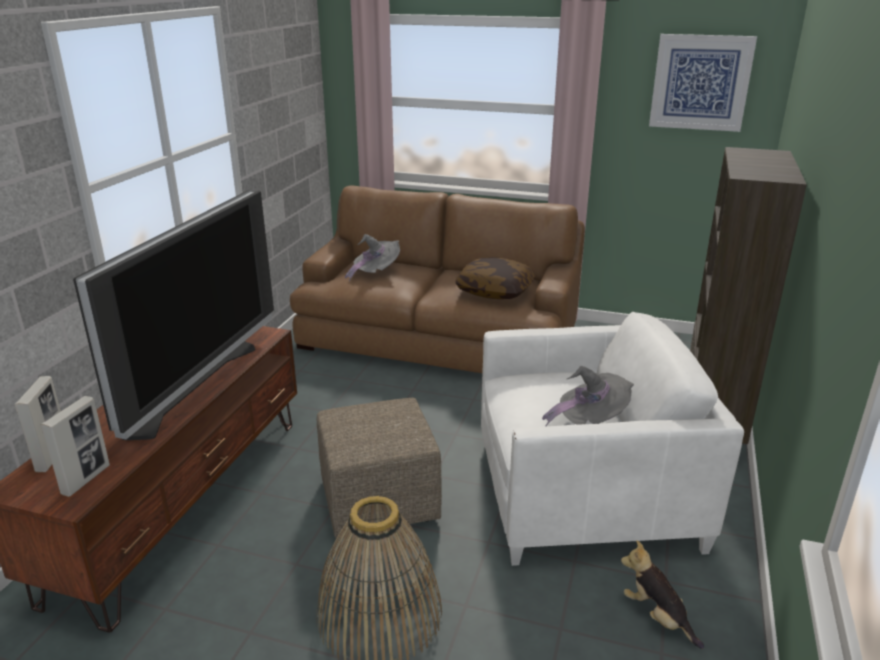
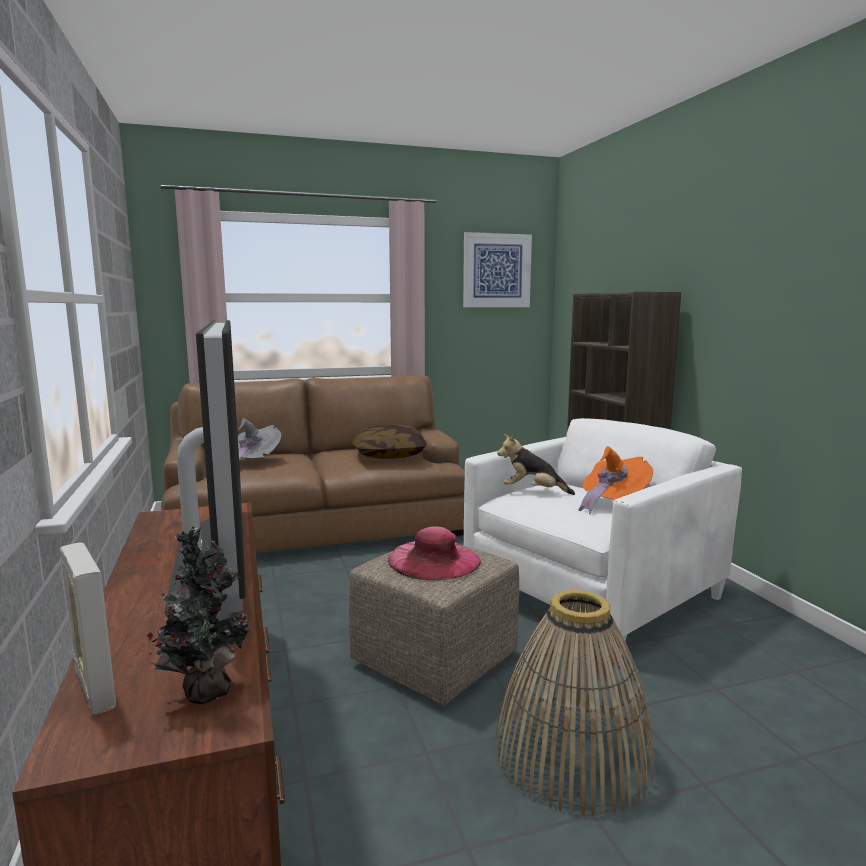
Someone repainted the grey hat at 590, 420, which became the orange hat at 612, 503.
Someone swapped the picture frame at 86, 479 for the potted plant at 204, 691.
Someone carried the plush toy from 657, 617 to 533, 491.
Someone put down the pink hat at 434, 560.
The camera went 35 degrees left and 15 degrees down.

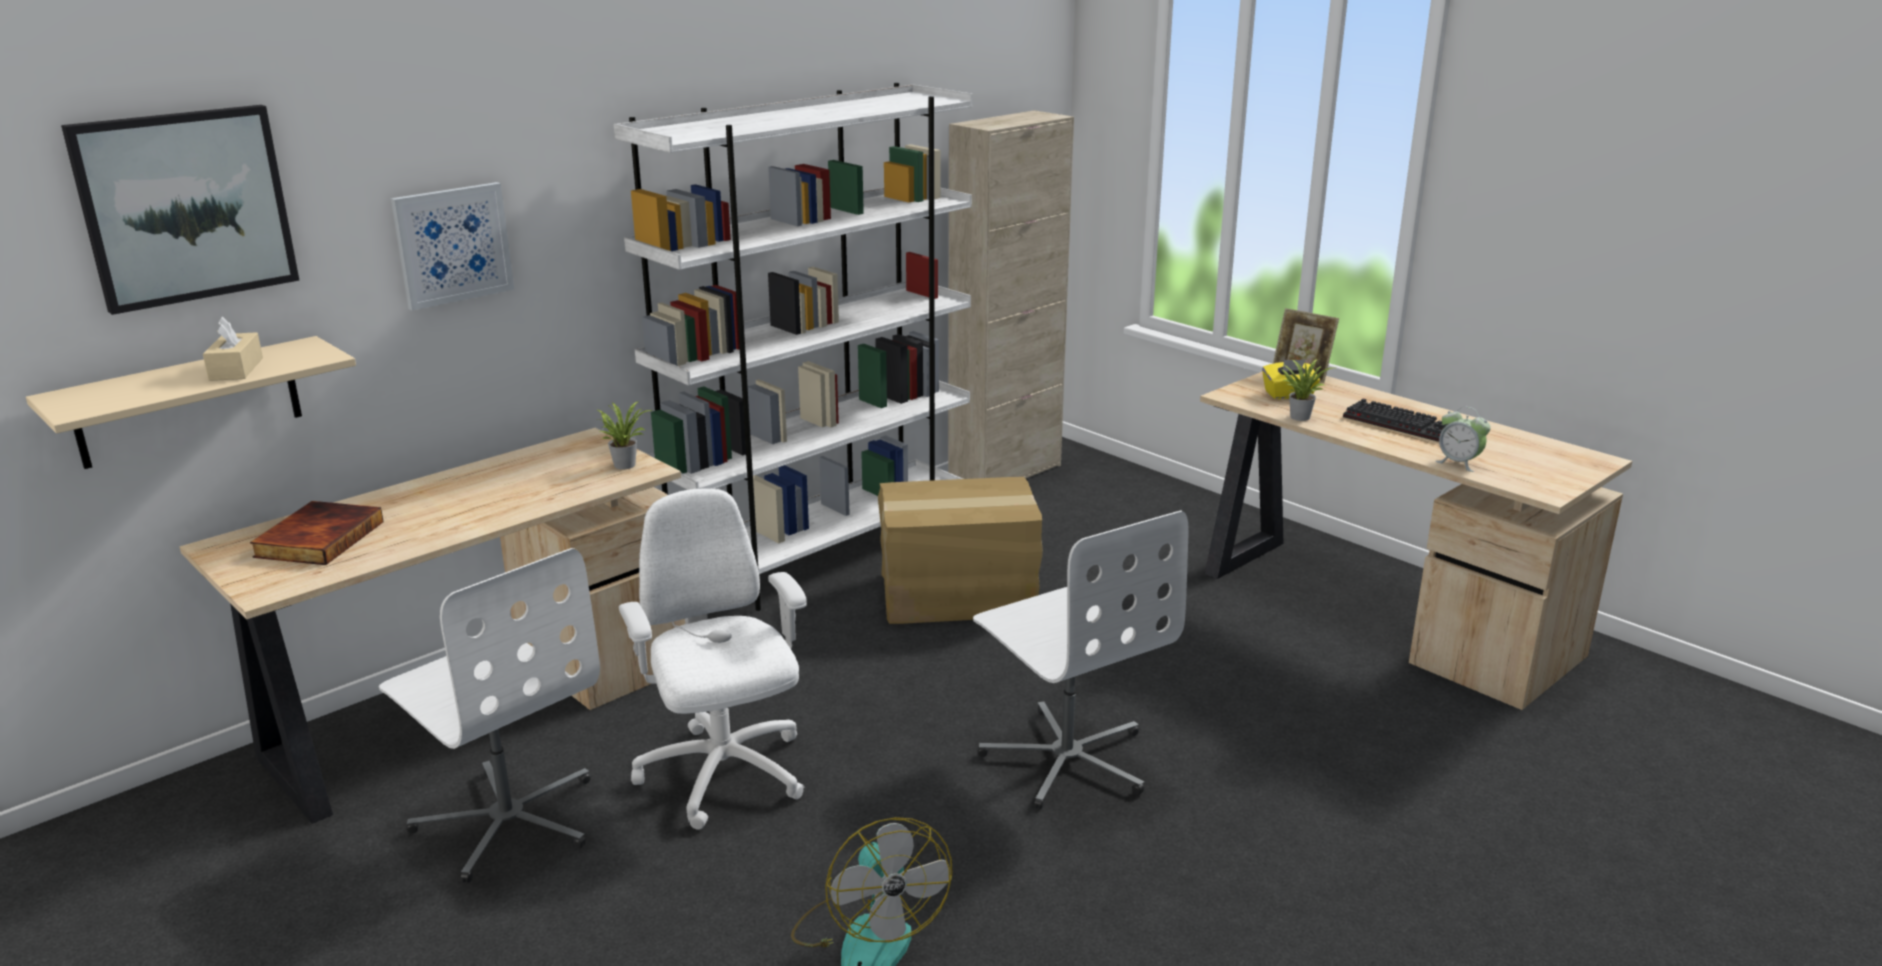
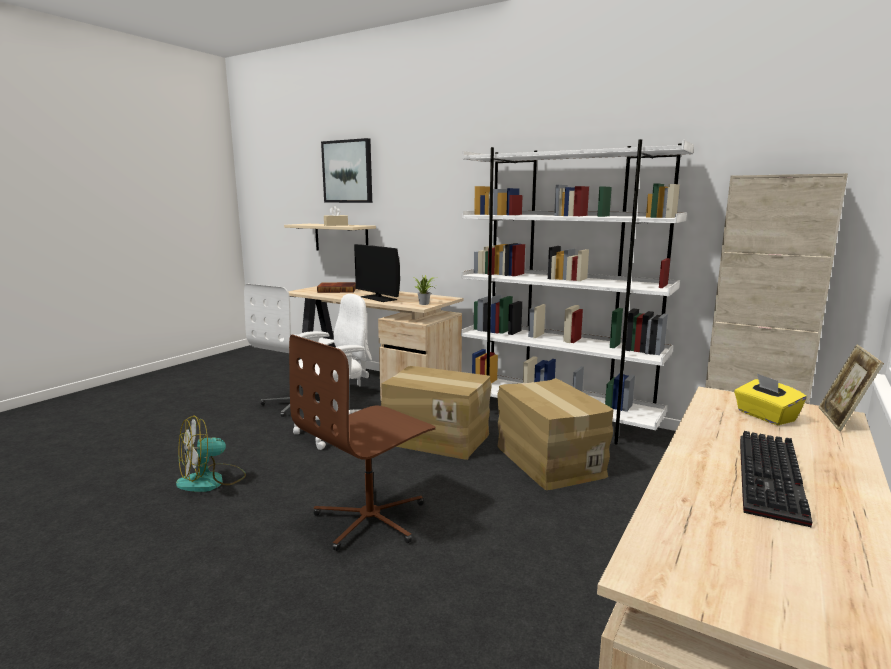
Someone took away the picture at 453, 244.
Someone took away the potted plant at 1299, 416.
Someone took away the alarm clock at 1458, 463.
Someone repainted the white office chair at 1067, 758, which became the brown office chair at 371, 519.
Someone put down the monitor at 378, 298.
Someone put down the cardboard box at 437, 438.
The camera went 75 degrees right and 10 degrees down.

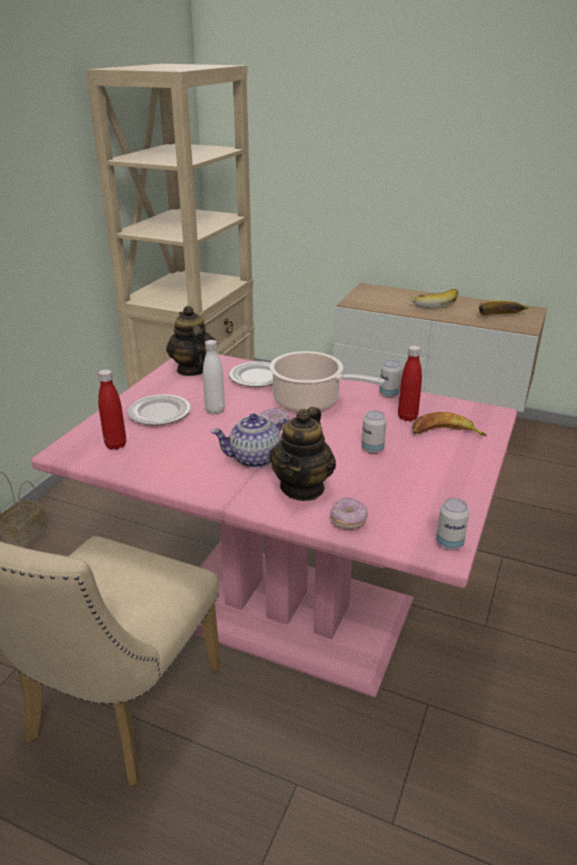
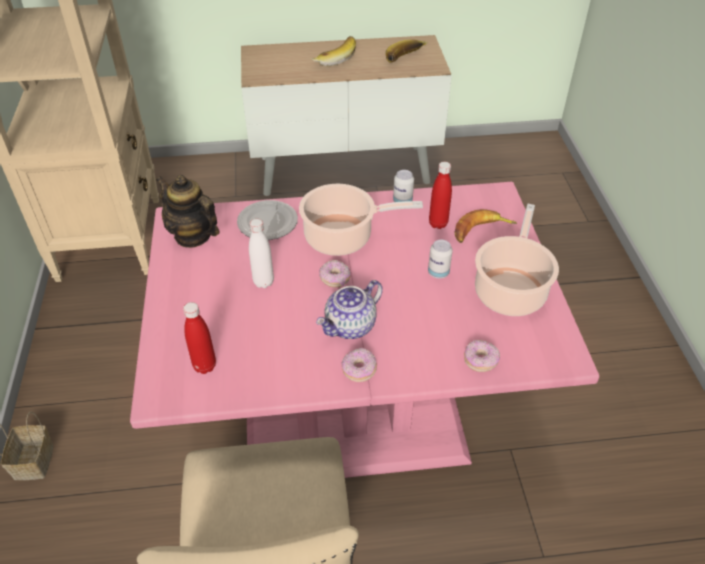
Someone took away the plate at 159, 413.
Someone took away the teapot at 303, 488.
Someone took away the can at 449, 543.
Someone put down the cooking pot at 510, 290.
Someone put down the donut at 359, 370.
The camera went 30 degrees left and 15 degrees up.

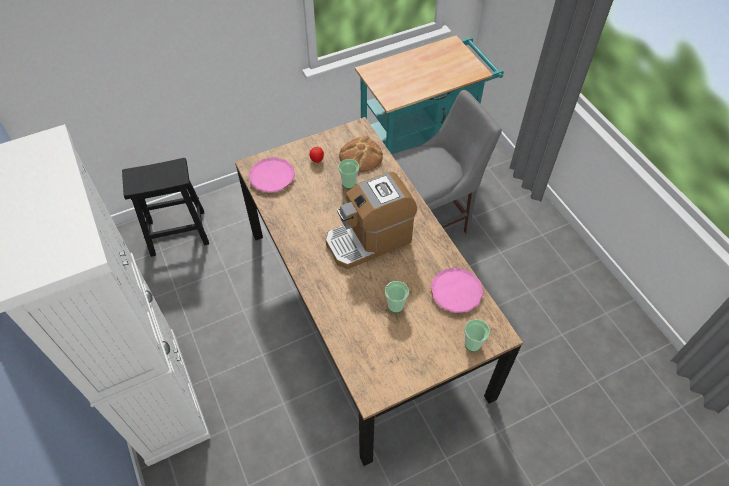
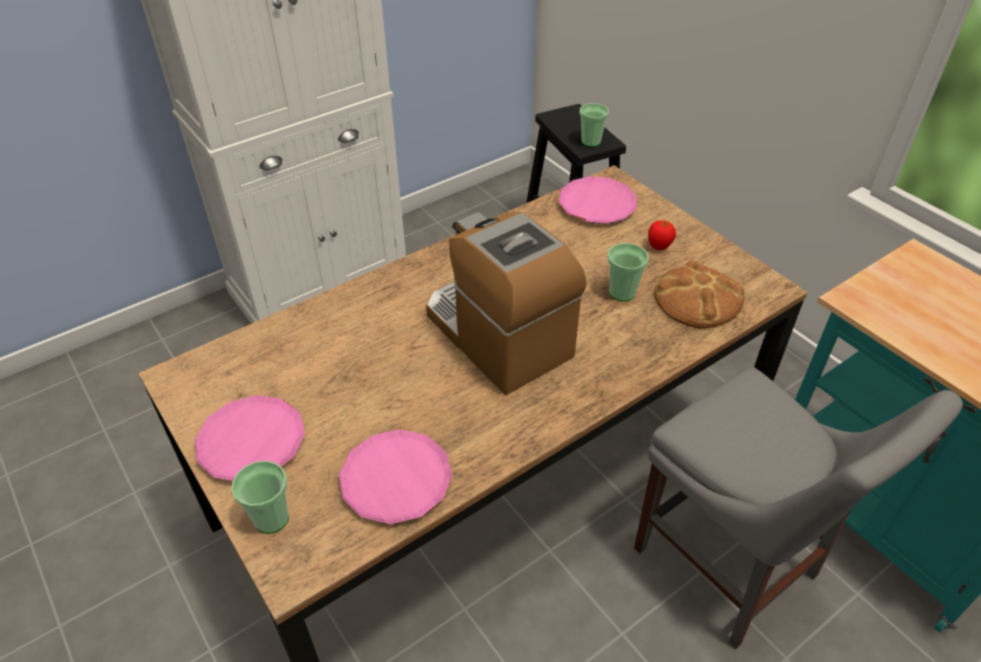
Someone carried the cup from 395, 306 to 591, 141.
Someone put down the pink plate at 252, 443.
The camera went 80 degrees right and 10 degrees down.

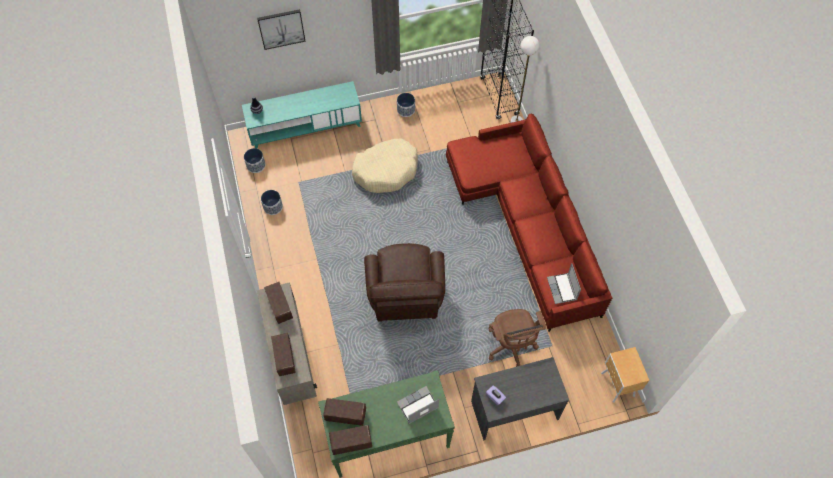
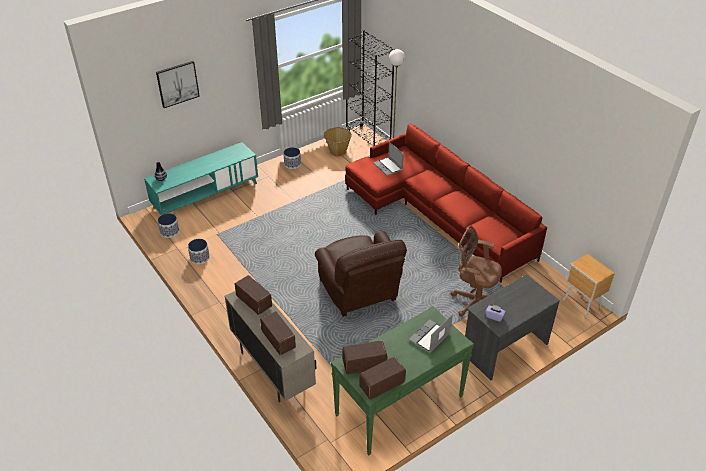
Someone took away the beige dog bed at 386, 170.
Someone carried the laptop from 562, 289 to 388, 167.
Someone rotated the brown office chair at 511, 346 by 150 degrees clockwise.
Someone put down the basket at 337, 151.
The camera went 20 degrees left and 20 degrees down.

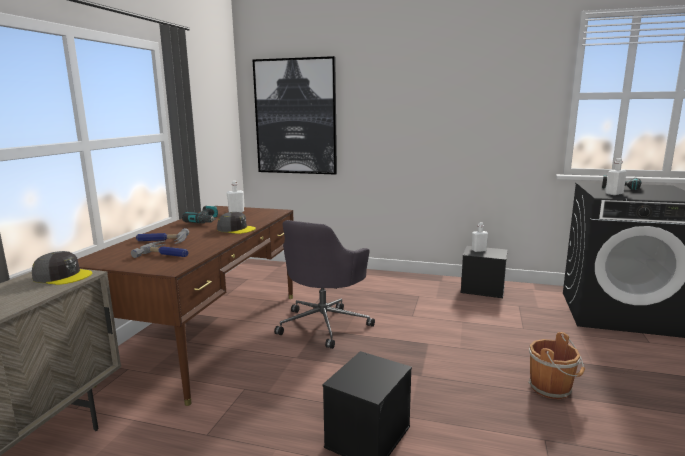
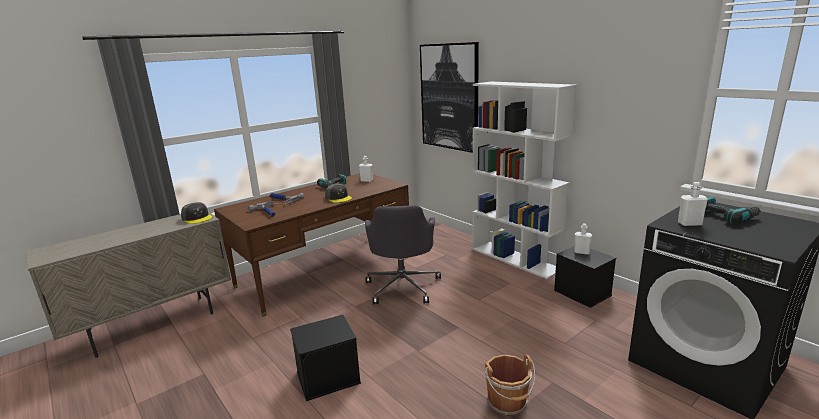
Someone rotated the grey office chair at 324, 324 by 60 degrees counterclockwise.
Someone put down the white bookcase at 515, 259.
The camera went 35 degrees right and 5 degrees up.

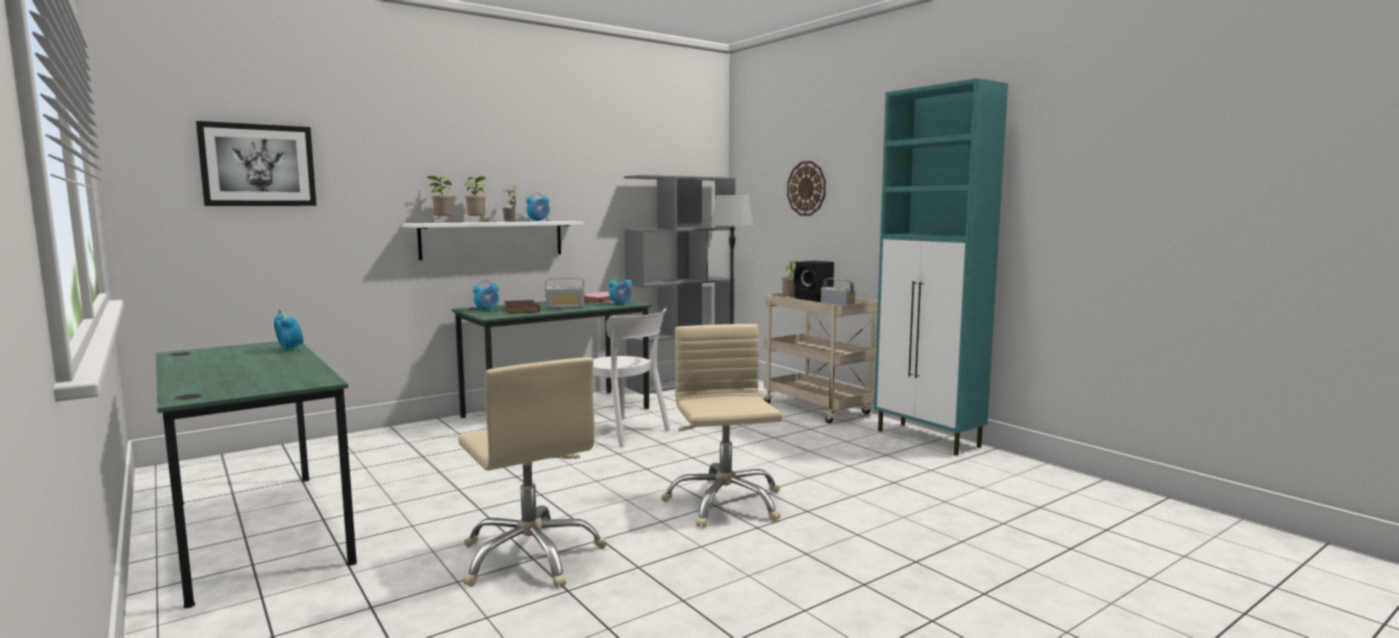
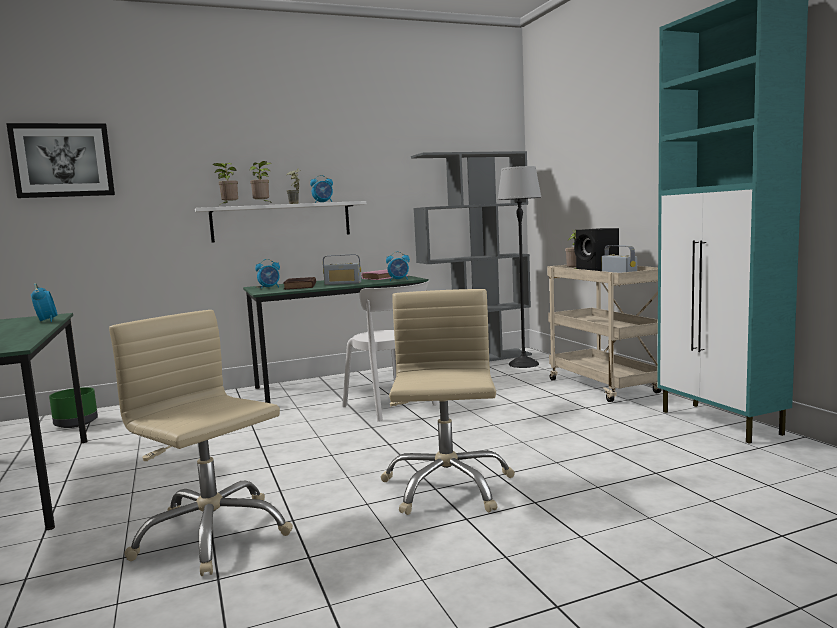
Someone took away the wall clock at 806, 188.
Someone rotated the beige office chair at 531, 556 by 150 degrees clockwise.
Someone put down the green planter at 76, 423.
The camera went 15 degrees right and 0 degrees up.

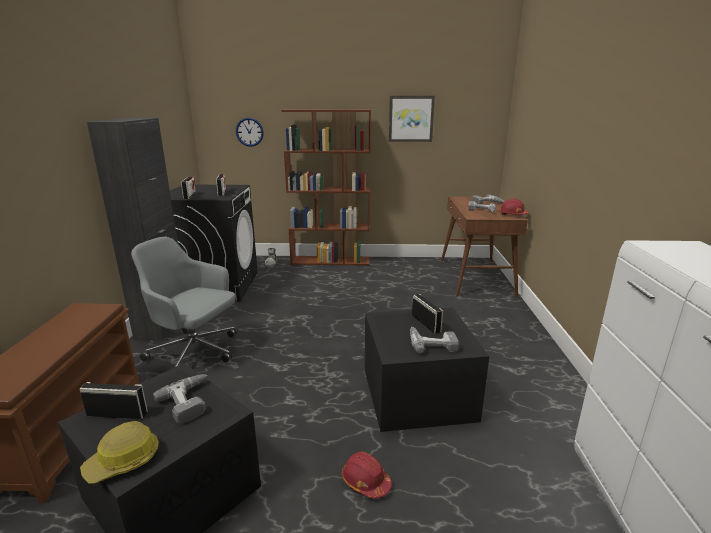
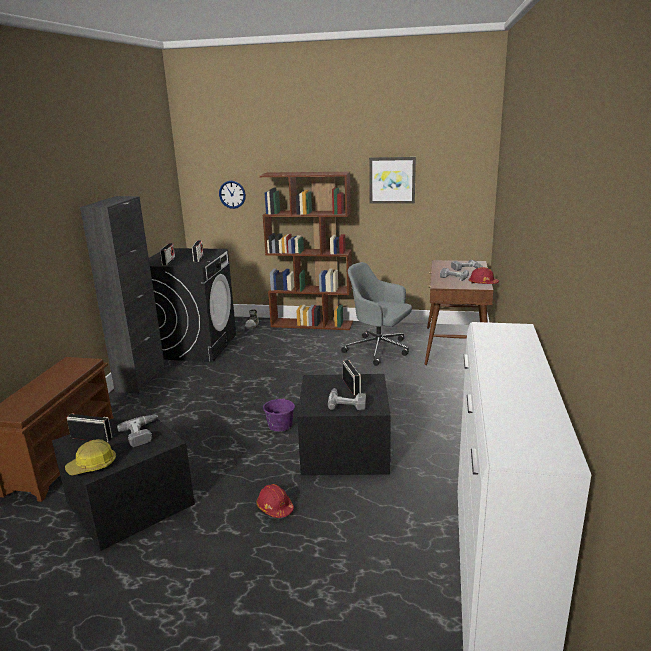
Someone carried the grey office chair from 195, 353 to 379, 350.
Someone put down the purple bucket at 280, 425.
The camera went 10 degrees right and 0 degrees up.

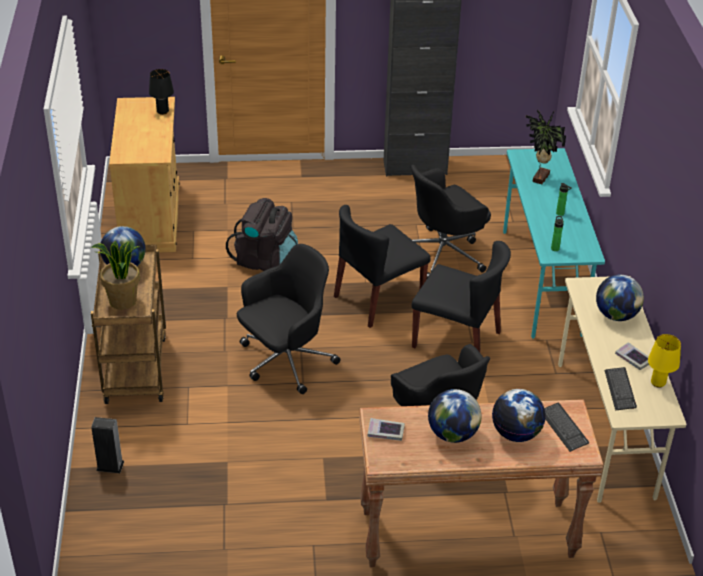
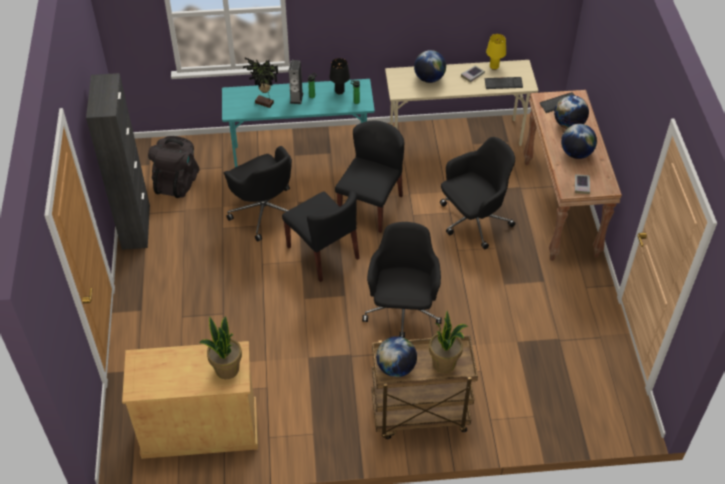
Someone carried the black table lamp from 163, 111 to 339, 91.
Someone carried the black backpack from 265, 260 to 177, 182.
Someone rotated the black office chair at 285, 361 by 45 degrees clockwise.
Someone carried the speaker from 110, 466 to 296, 98.
Someone put down the potted plant at 226, 369.
The camera went 90 degrees left and 10 degrees up.

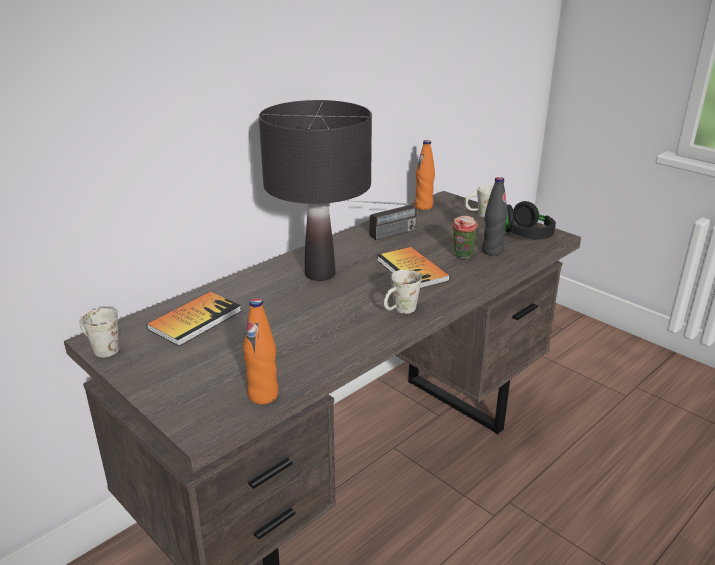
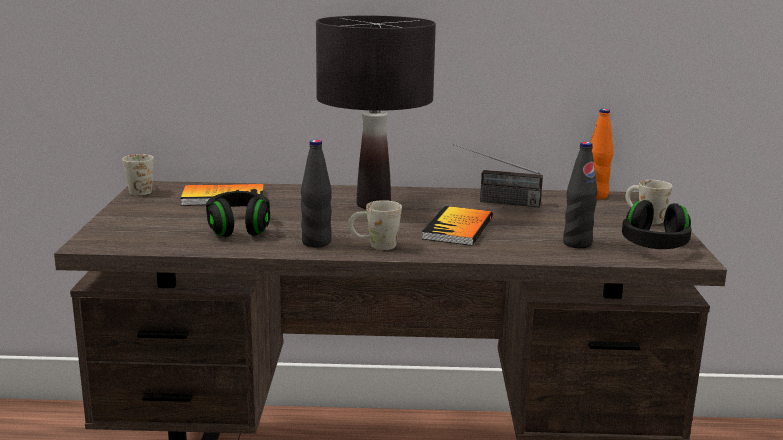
Someone took away the cup at 462, 256.
Someone took away the orange bottle at 263, 395.
Someone put down the black bottle at 316, 243.
Someone put down the black headphones at 239, 227.
The camera went 45 degrees right and 10 degrees down.

